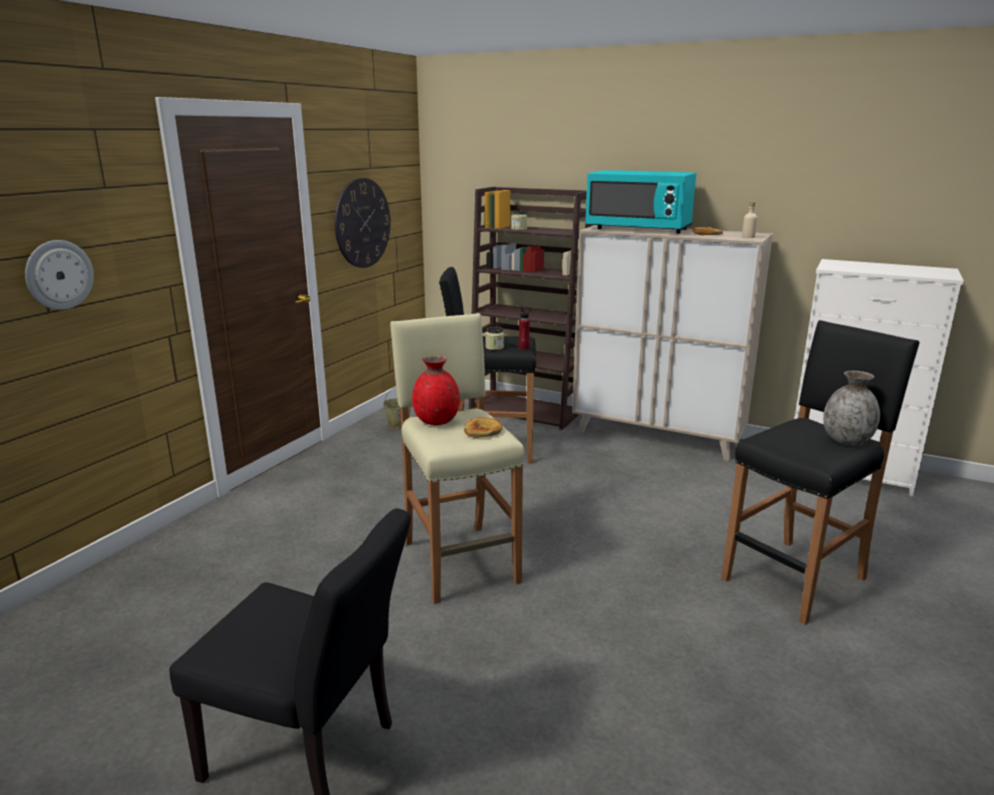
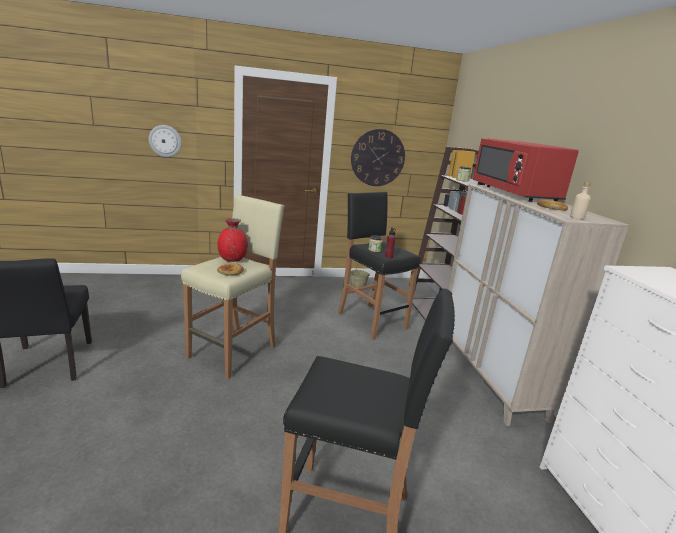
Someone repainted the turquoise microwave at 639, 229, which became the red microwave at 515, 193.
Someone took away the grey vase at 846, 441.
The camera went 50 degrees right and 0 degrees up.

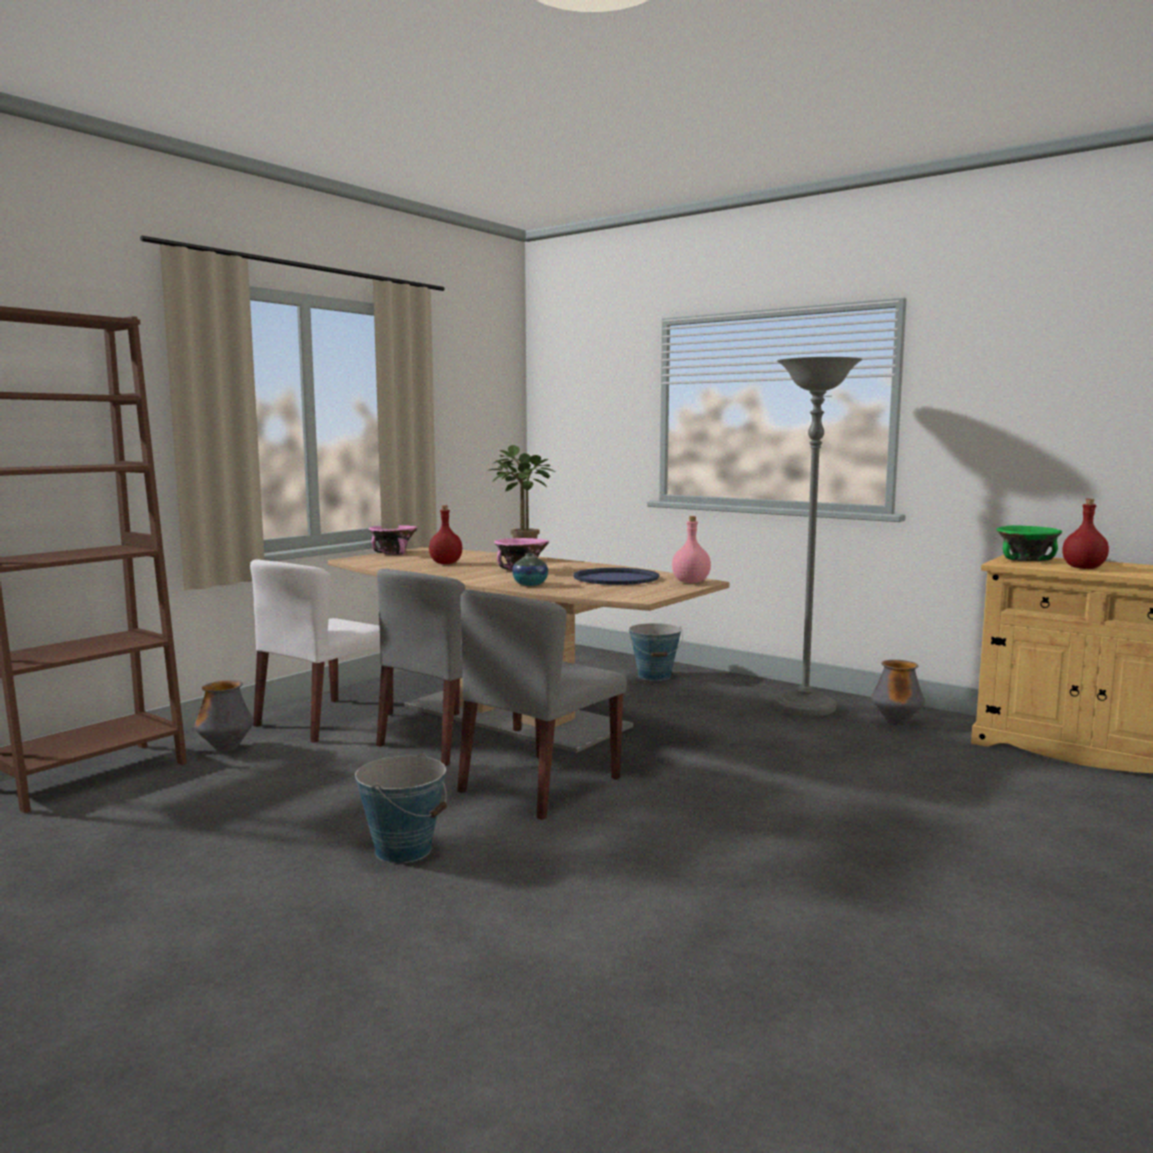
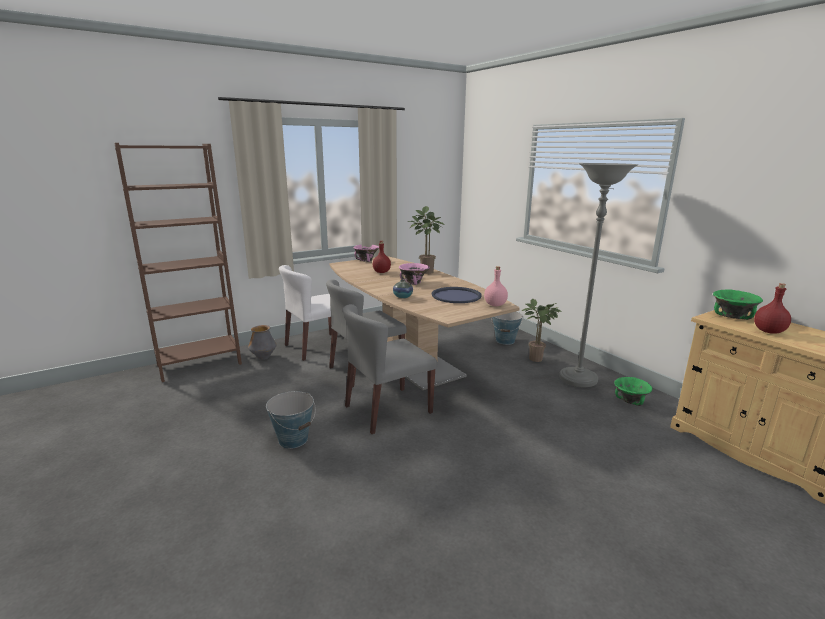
Someone swapped the vase at 896, 722 for the green bowl at 630, 400.
Someone put down the potted plant at 538, 359.
The camera went 20 degrees right and 10 degrees up.

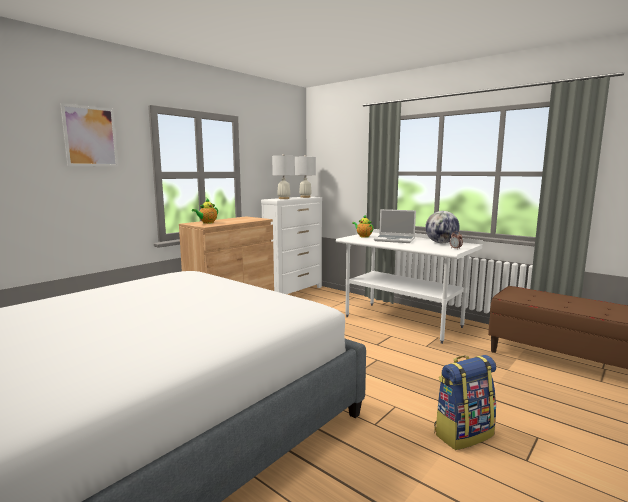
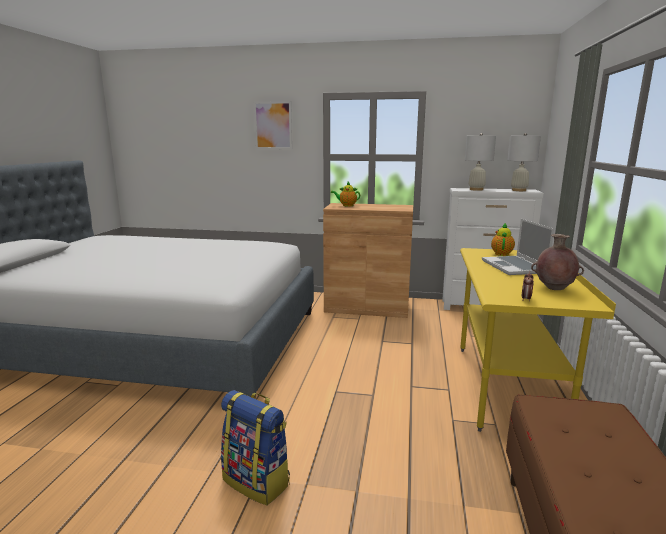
Someone swapped the globe at 441, 243 for the brown vase at 553, 288.
Someone repainted the white desk at 402, 321, which became the yellow desk at 506, 388.
The camera went 60 degrees right and 5 degrees up.

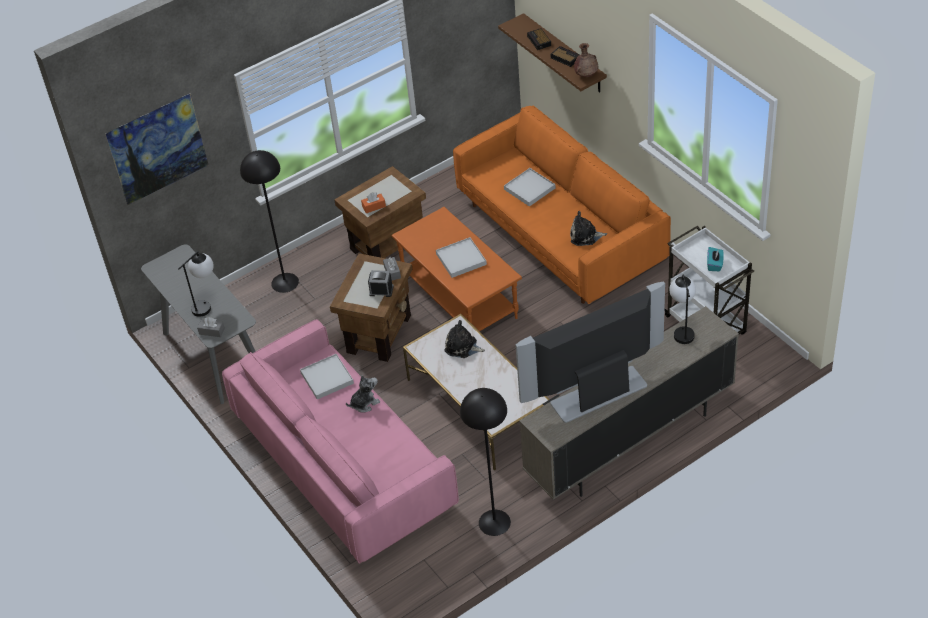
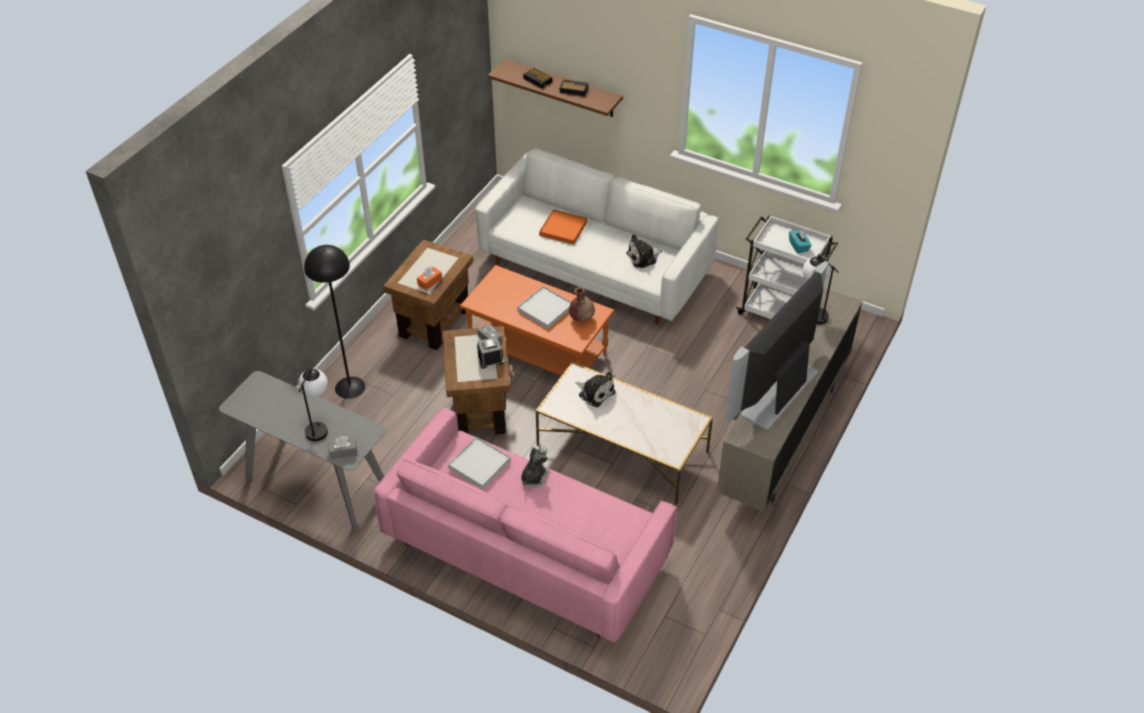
Someone carried the brown vase from 586, 75 to 581, 318.
Someone took away the picture at 163, 167.
Someone repainted the orange sofa at 560, 234, which became the white sofa at 595, 267.
Someone repainted the white tray at 529, 189, which became the orange tray at 563, 229.
Someone rotated the plush toy at 462, 347 by 135 degrees counterclockwise.
Someone took away the black floor lamp at 494, 522.
The camera went 30 degrees left and 0 degrees up.

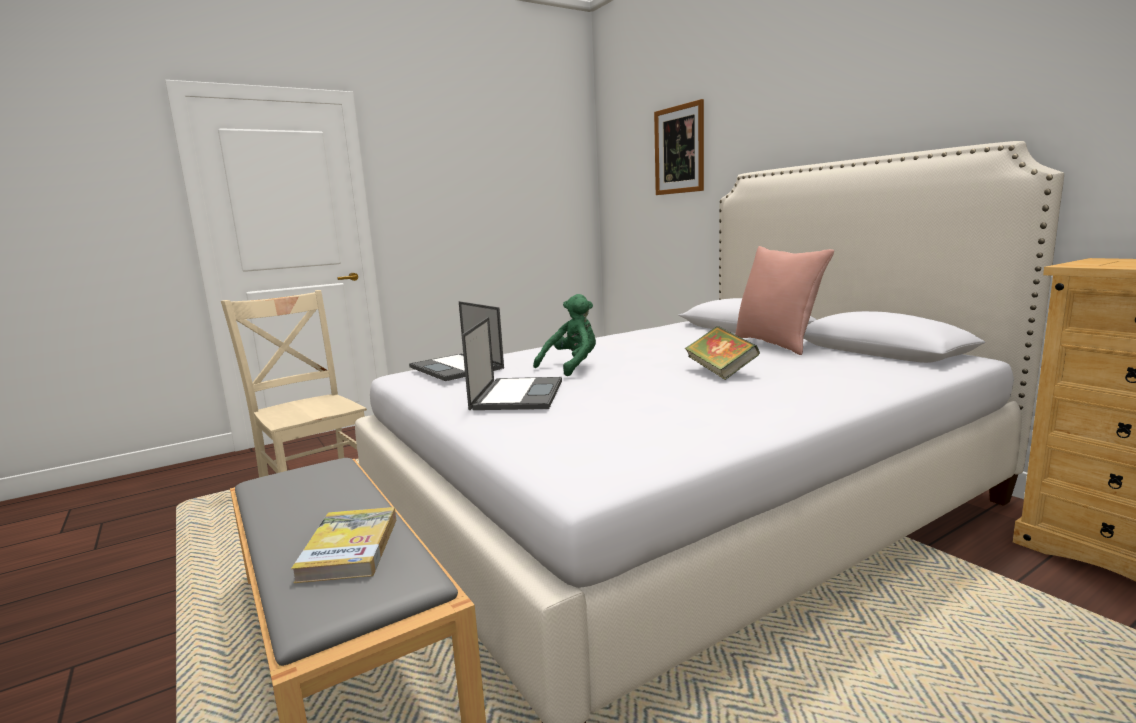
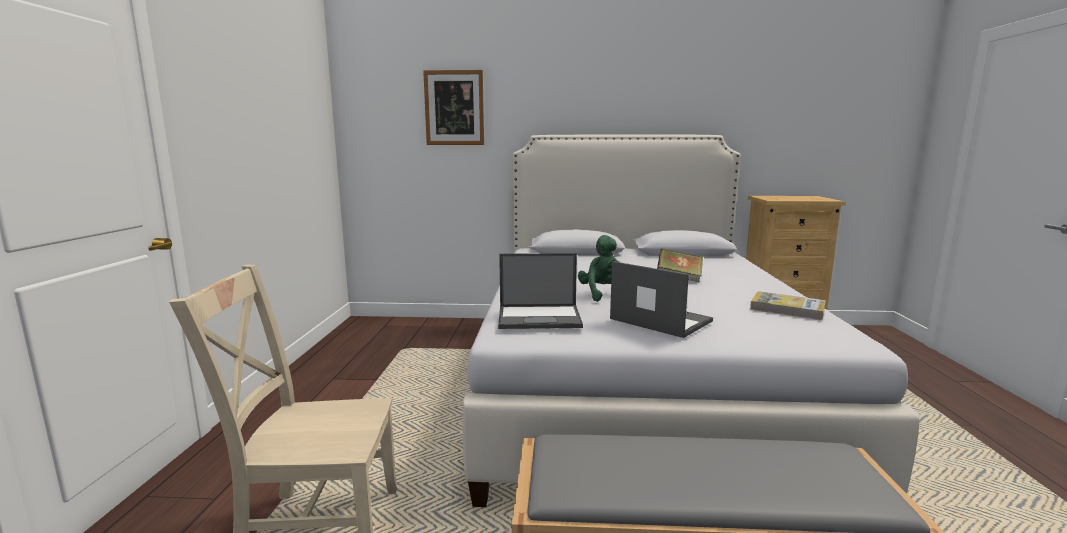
Someone took away the pink pillow at 777, 345.
Someone carried the book from 349, 548 to 787, 309.
The camera went 55 degrees left and 0 degrees up.

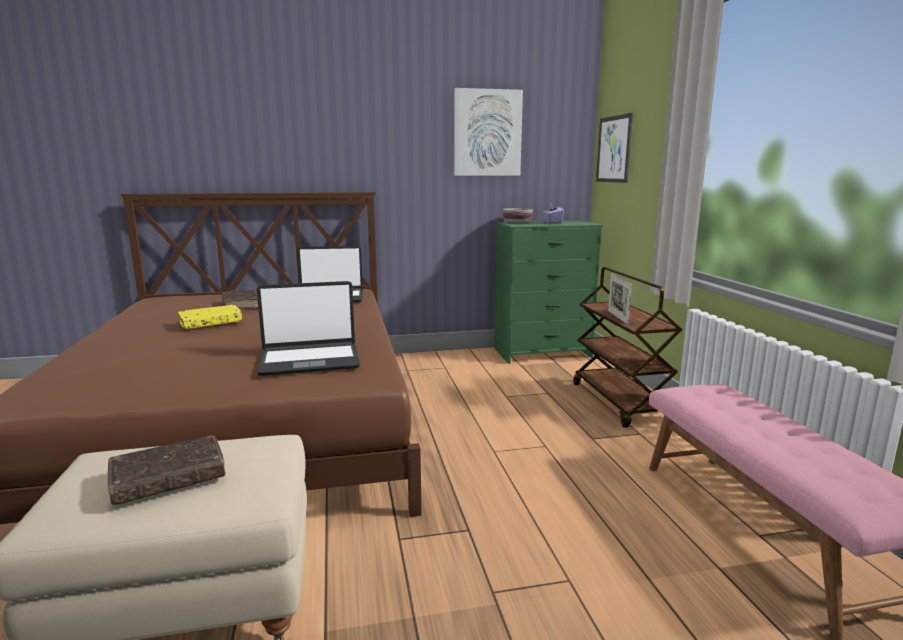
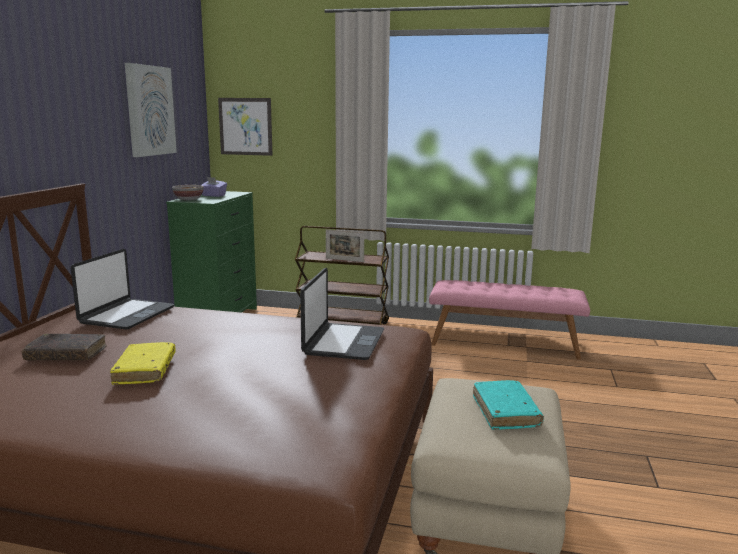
Someone repainted the brown book at 169, 479, which became the turquoise book at 505, 412.
The camera went 65 degrees left and 0 degrees up.

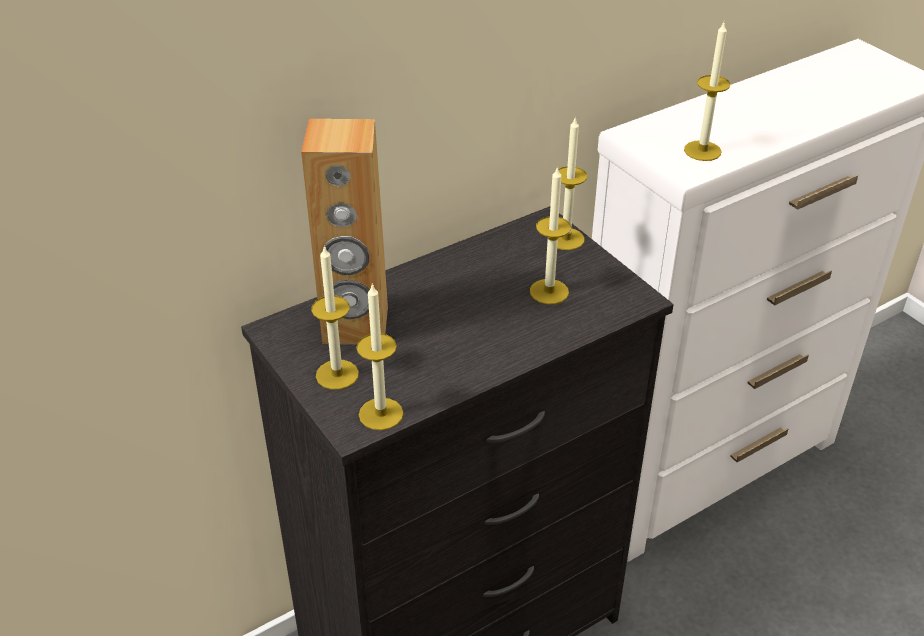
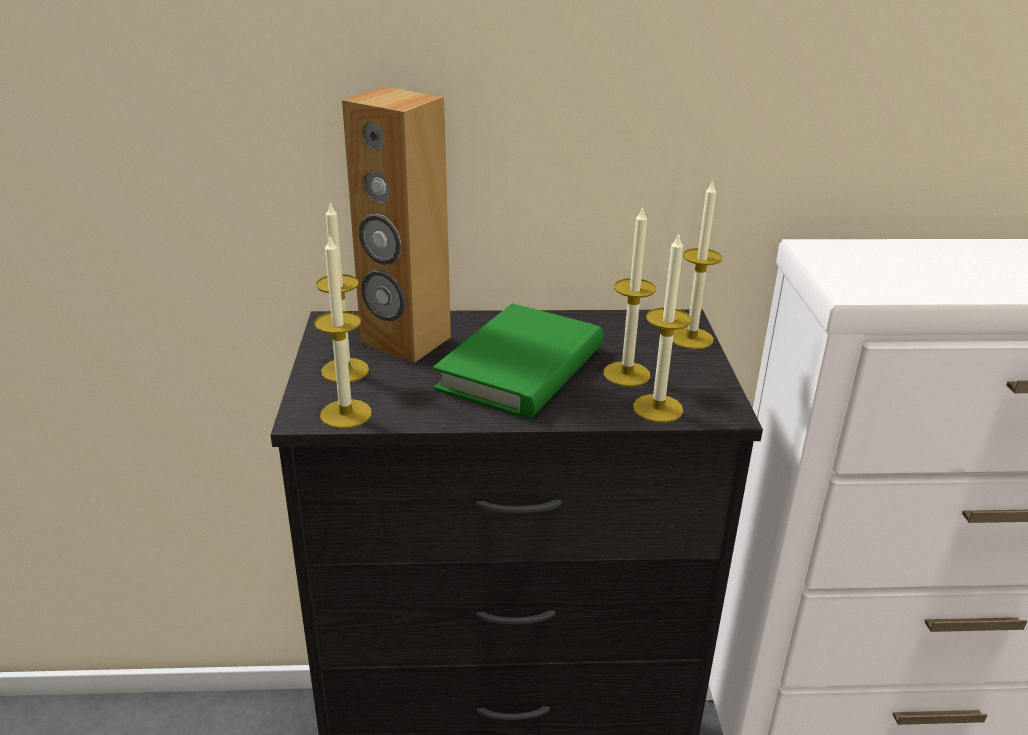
Someone carried the candle from 702, 151 to 658, 408.
Someone put down the green book at 521, 368.
The camera went 30 degrees right and 10 degrees down.

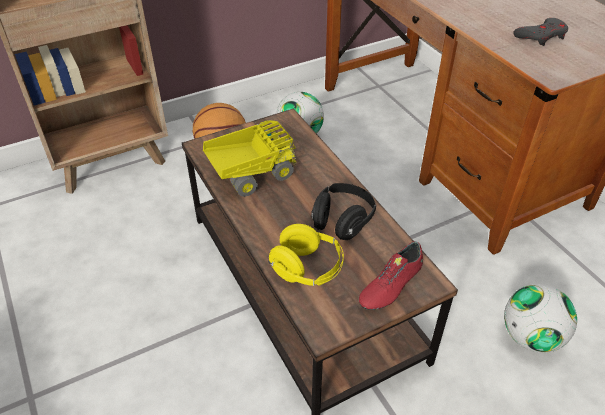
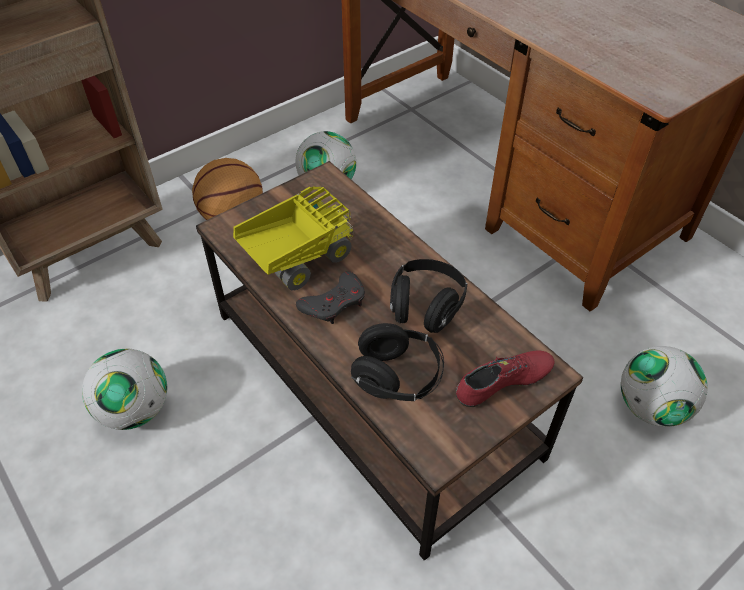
Someone carried the grey game controller from 541, 36 to 334, 303.
Someone repainted the yellow headphones at 307, 269, which became the black headphones at 397, 377.
Someone rotated the red shoe at 390, 286 by 150 degrees counterclockwise.
Someone put down the football at 135, 410.
The camera went 10 degrees left and 5 degrees up.

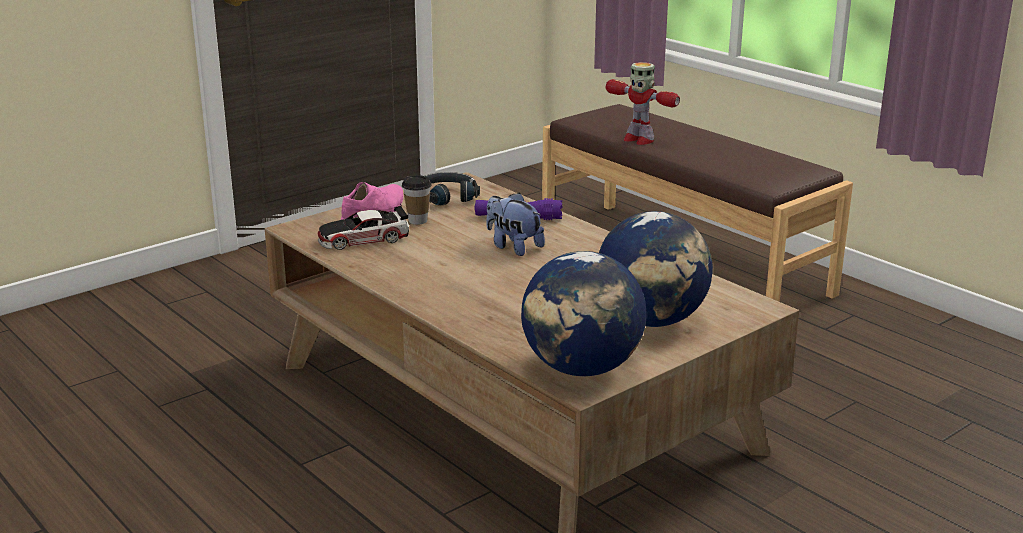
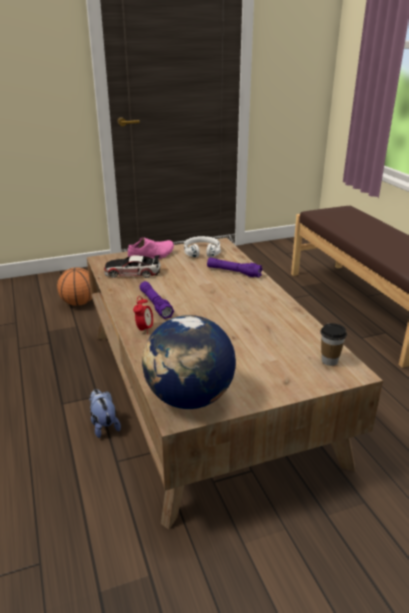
Someone took away the toy robot at 638, 139.
Someone repainted the black headphones at 446, 196, which became the white headphones at 202, 251.
Someone carried the cup from 417, 221 to 329, 361.
Someone carried the plush toy from 513, 247 to 103, 425.
Someone took away the globe at 652, 321.
Someone put down the basketball at 79, 303.
Someone put down the purple flashlight at 155, 305.
Someone put down the alarm clock at 144, 329.
The camera went 20 degrees right and 5 degrees up.

